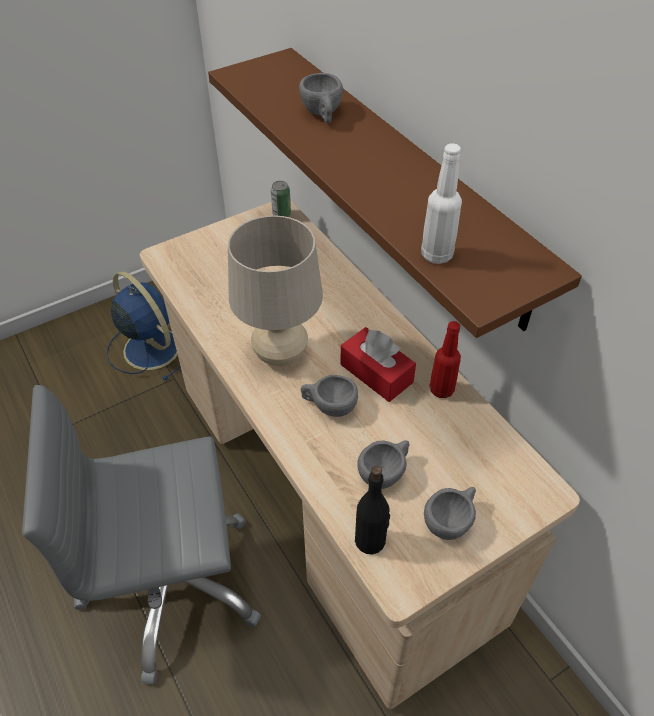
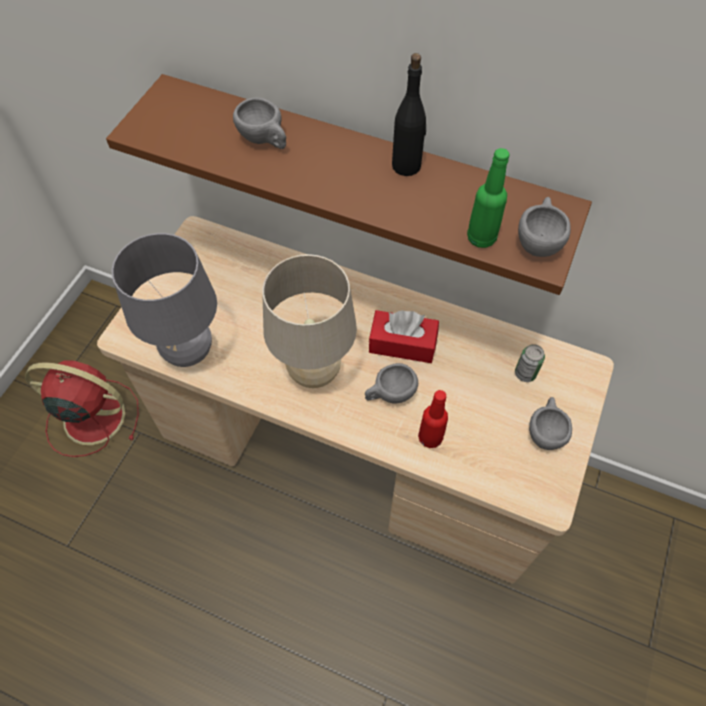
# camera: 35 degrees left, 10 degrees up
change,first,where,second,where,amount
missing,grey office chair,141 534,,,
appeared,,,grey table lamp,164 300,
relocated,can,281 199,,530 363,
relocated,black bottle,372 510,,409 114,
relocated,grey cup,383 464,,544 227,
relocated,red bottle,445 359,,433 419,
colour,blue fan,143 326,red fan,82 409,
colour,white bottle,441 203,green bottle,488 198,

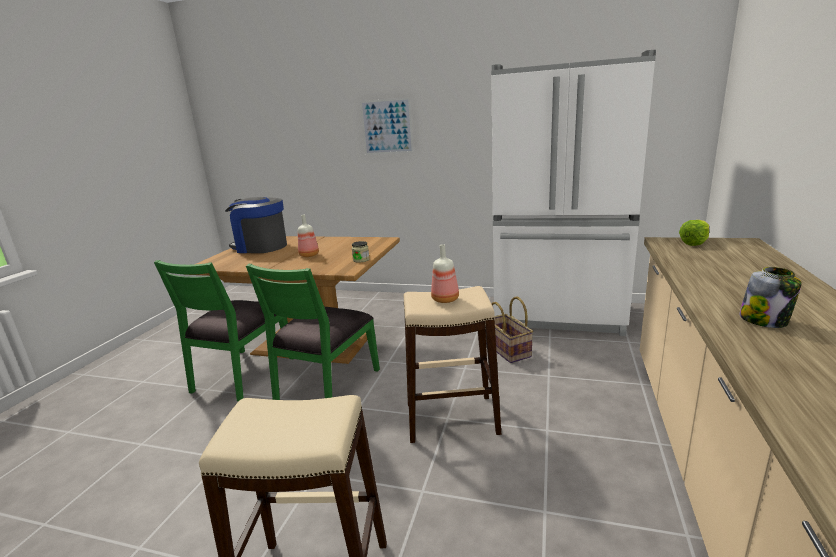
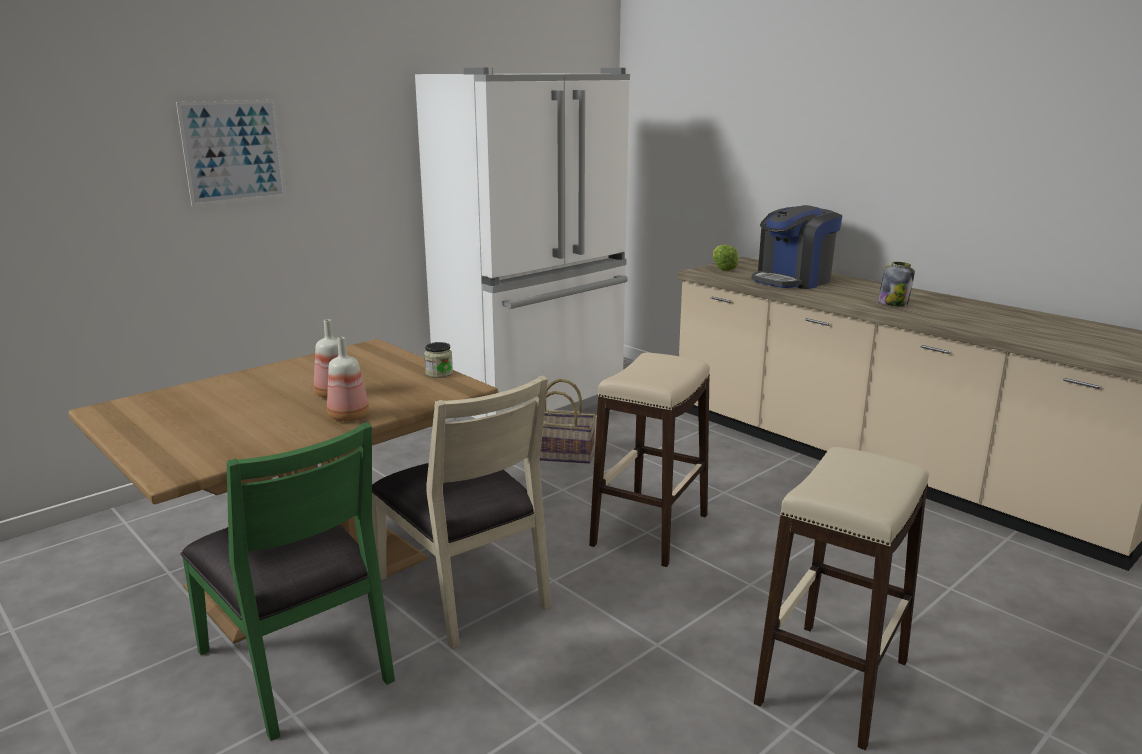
# camera: 60 degrees left, 0 degrees up
change,first,where,second,where,amount
relocated,coffee machine,256 225,,796 247,
relocated,bottle,445 273,,348 379,
colour,green chair,313 332,beige chair,461 512,

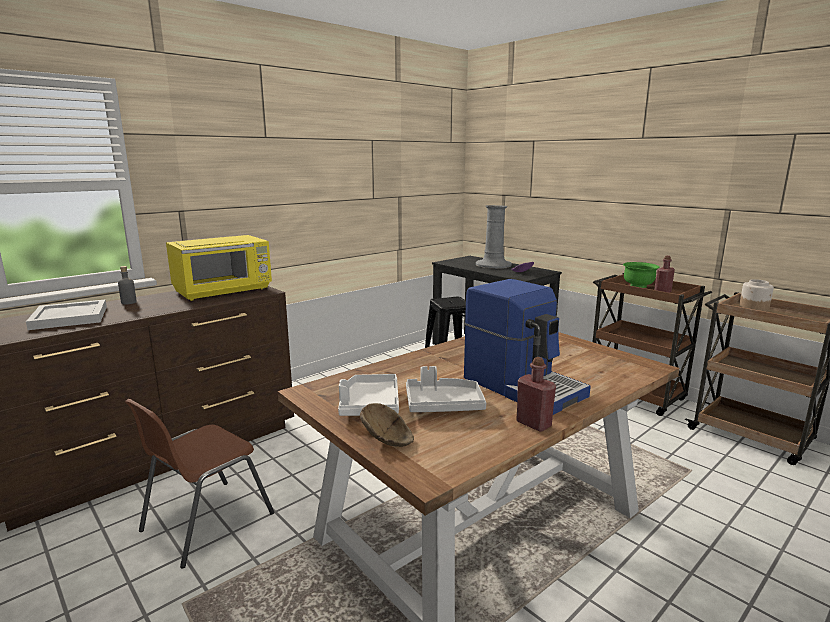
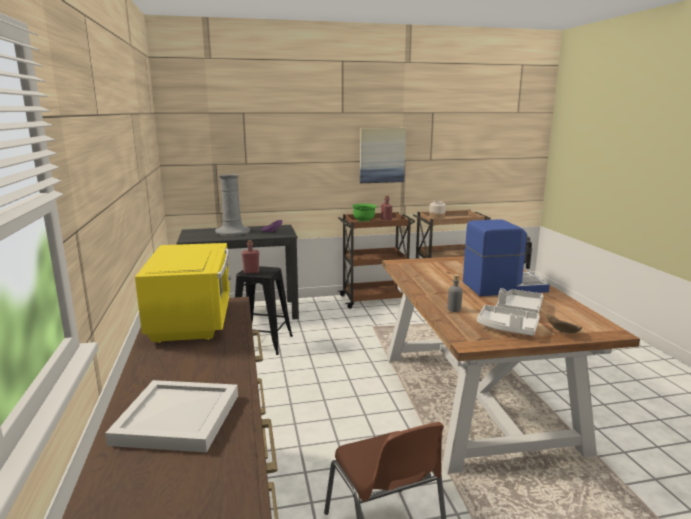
# camera: 60 degrees left, 0 degrees up
change,first,where,second,where,amount
appeared,,,picture,383 155,
relocated,grey bottle,127 285,,454 293,
relocated,red bottle,536 394,,250 257,

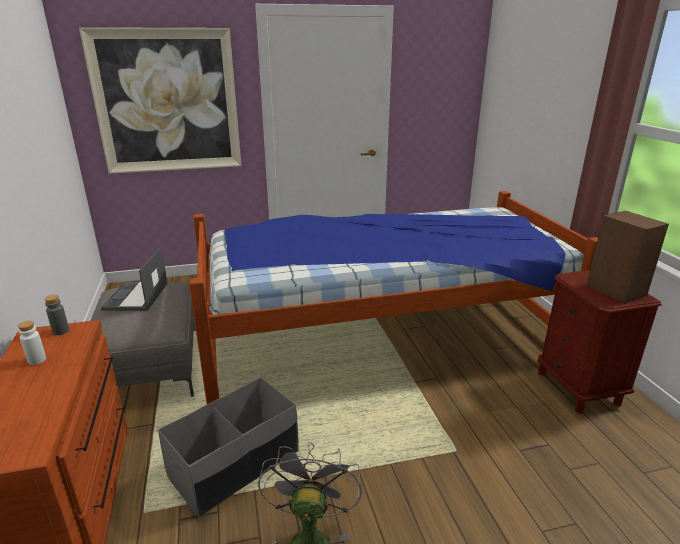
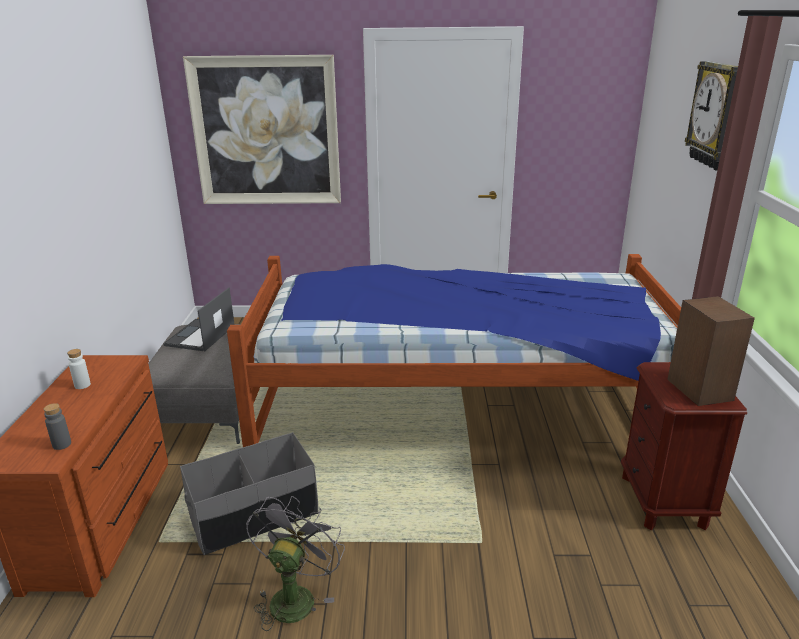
# camera: 15 degrees right, 0 degrees up
change,first,where,second,where,amount
appeared,,,wall clock,711 116,
relocated,grey bottle,57 315,,57 426,

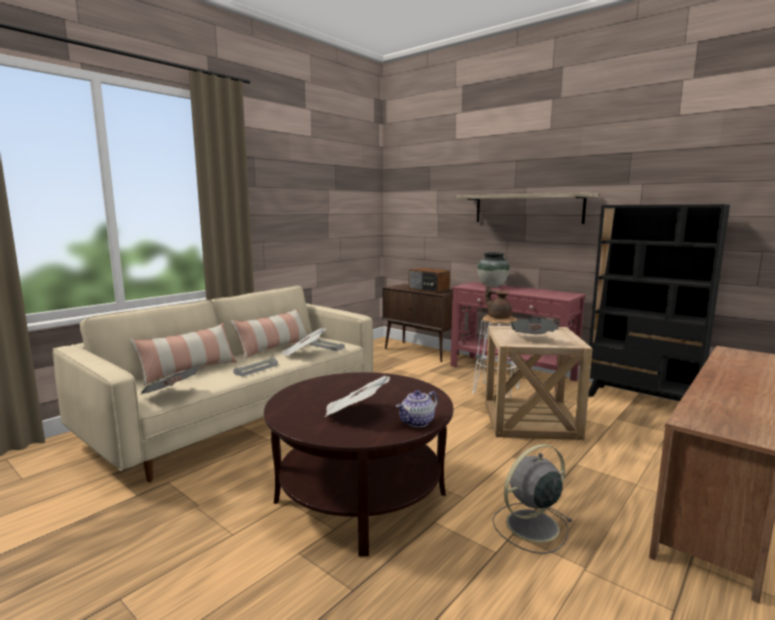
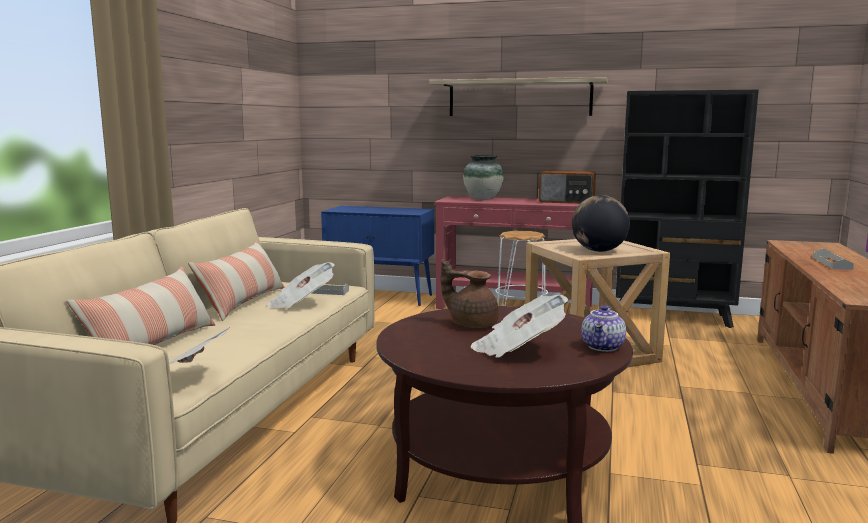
# camera: 25 degrees left, 0 degrees up
change,first,where,second,where,amount
missing,grey fan,532 499,,,
relocated,grey tray,255 367,,833 259,
relocated,radio,429 280,,567 187,
relocated,brown teapot,498 301,,470 293,
exchanged,newspaper,534 326,globe,601 223,
colour,brown cabinet,423 323,blue cabinet,377 256,

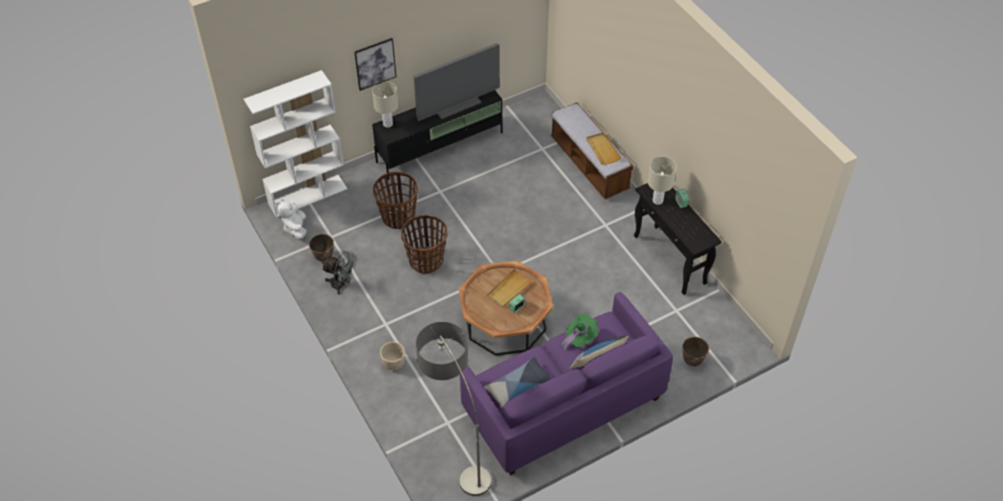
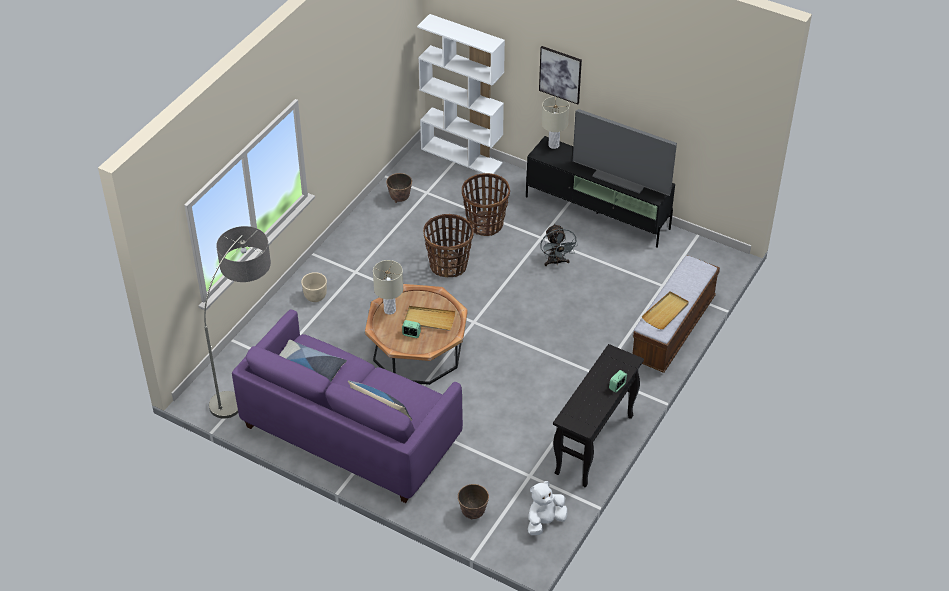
# camera: 60 degrees right, 5 degrees down
change,first,where,second,where,amount
missing,green hat,580 332,,,
relocated,white plush toy,292 219,,547 508,
relocated,grey fan,339 272,,559 245,
relocated,beige table lamp,662 181,,388 287,

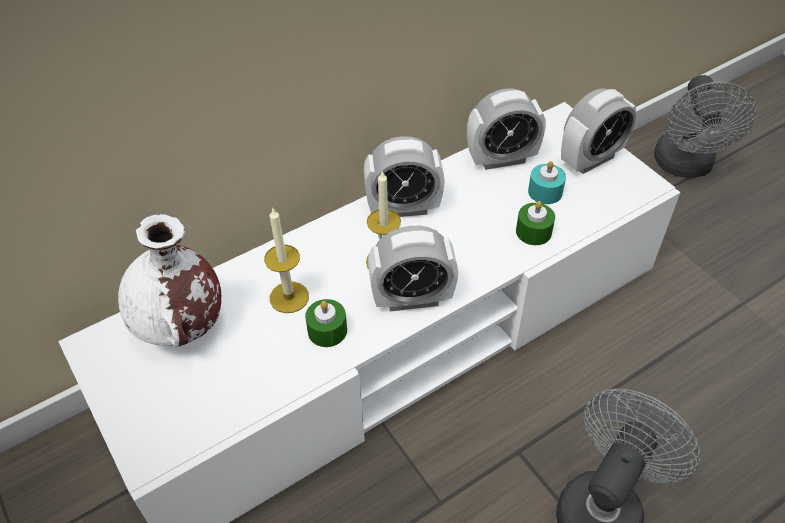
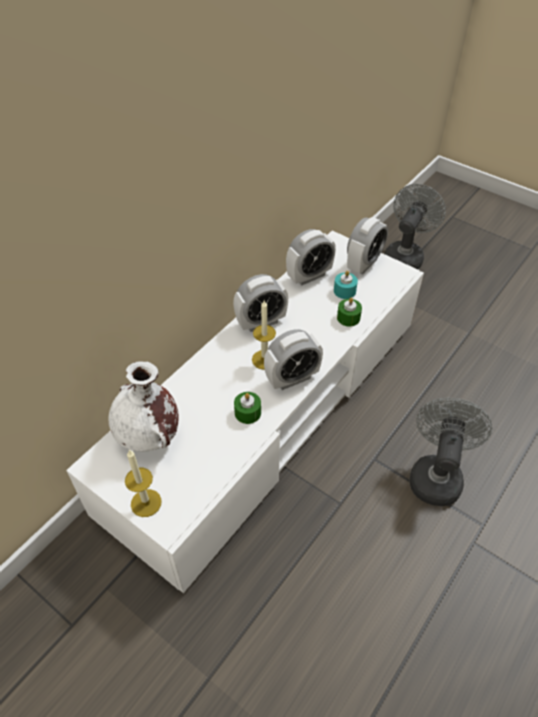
# camera: 20 degrees left, 0 degrees up
change,first,where,second,where,amount
relocated,candle,286 260,,143 483,
spun,grey fan,705 126,,415 226,135 degrees counterclockwise

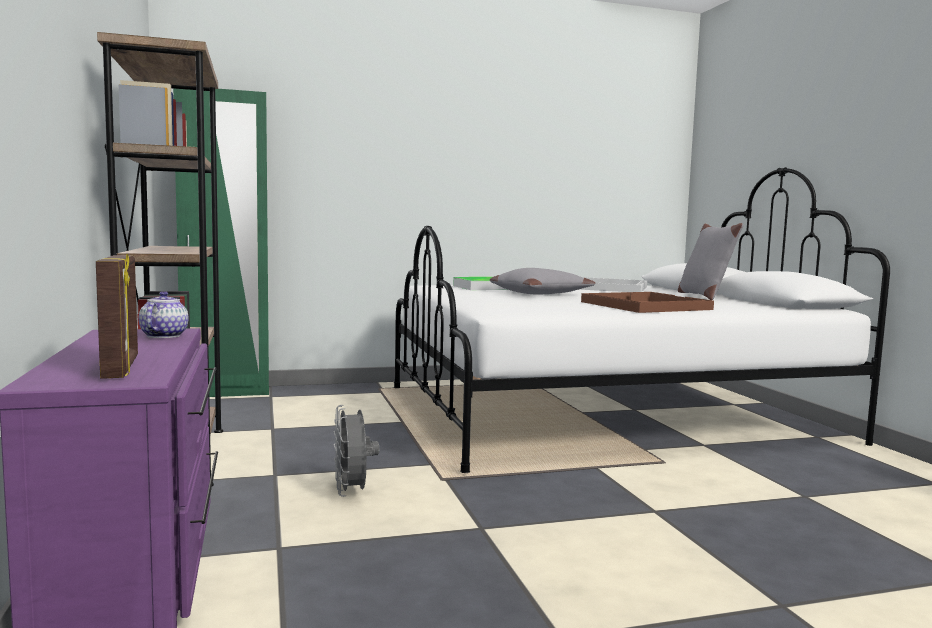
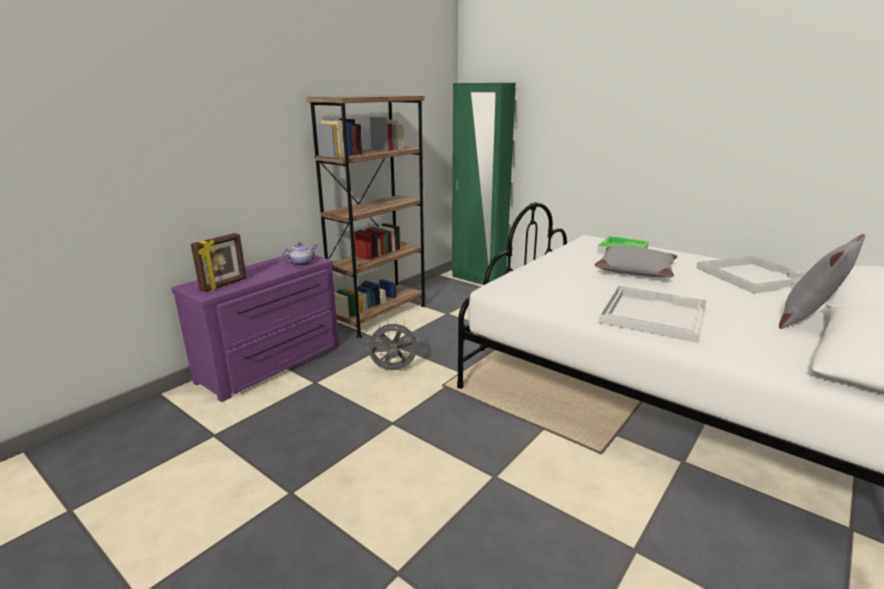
# camera: 55 degrees right, 15 degrees up
change,first,where,second,where,amount
colour,brown tray,647 302,white tray,653 314,
spun,grey fan,356 451,,392 345,45 degrees clockwise

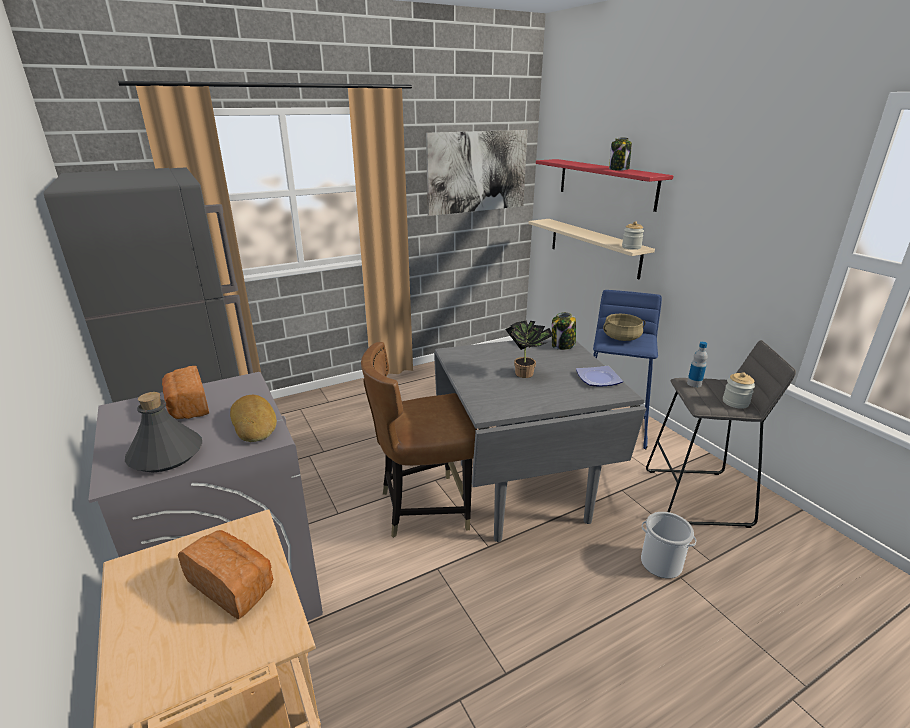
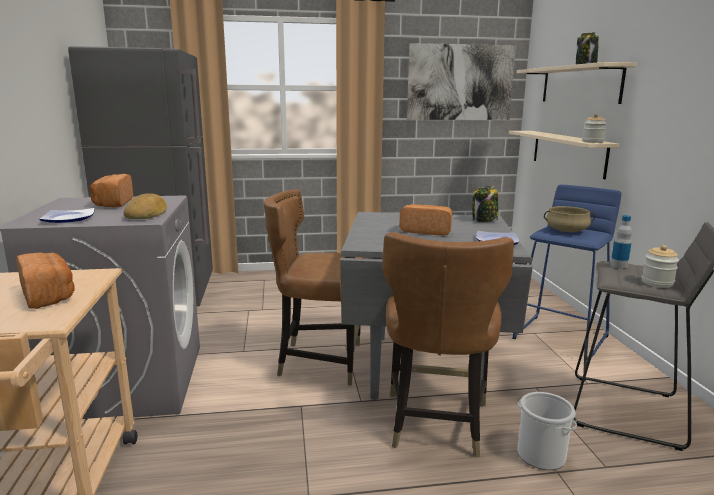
# camera: 20 degrees right, 10 degrees down
change,first,where,second,where,amount
appeared,,,brown chair,448 345,
exchanged,grey bottle,163 432,plate,66 215,
exchanged,potted plant,529 349,bread,425 220,
colour,red shelf,605 185,beige shelf,577 83,

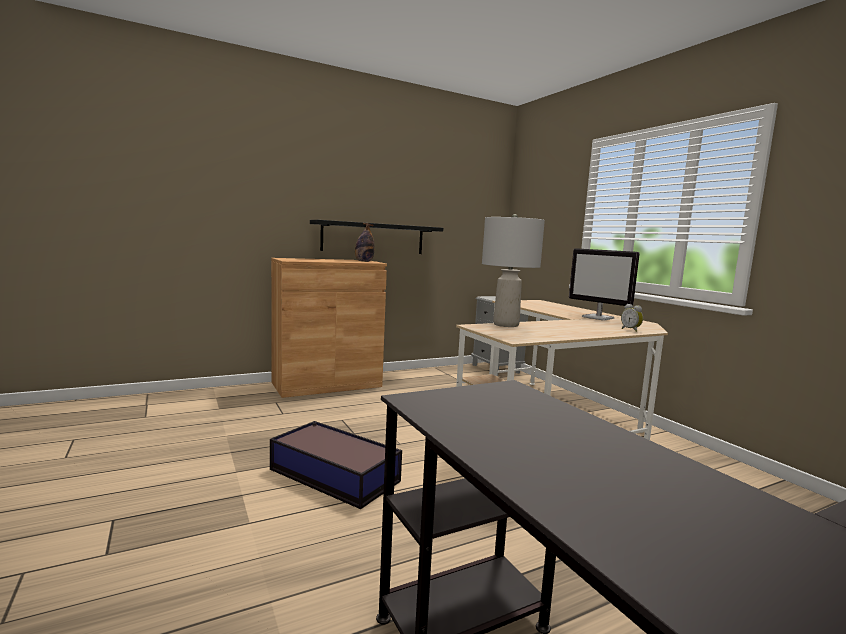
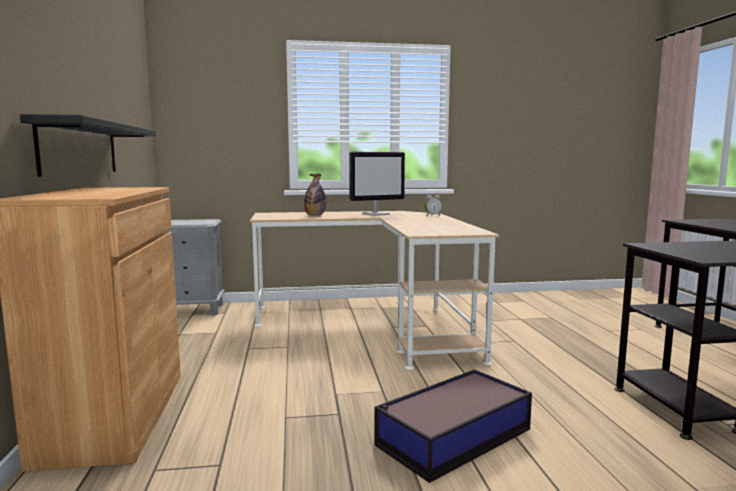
# camera: 70 degrees left, 0 degrees up
change,first,where,second,where,amount
missing,grey table lamp,513 270,,,
relocated,bottle,365 242,,315 195,

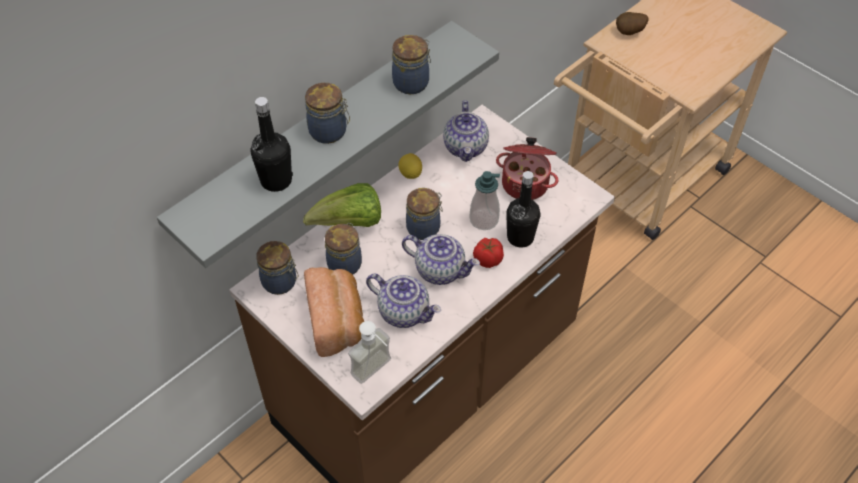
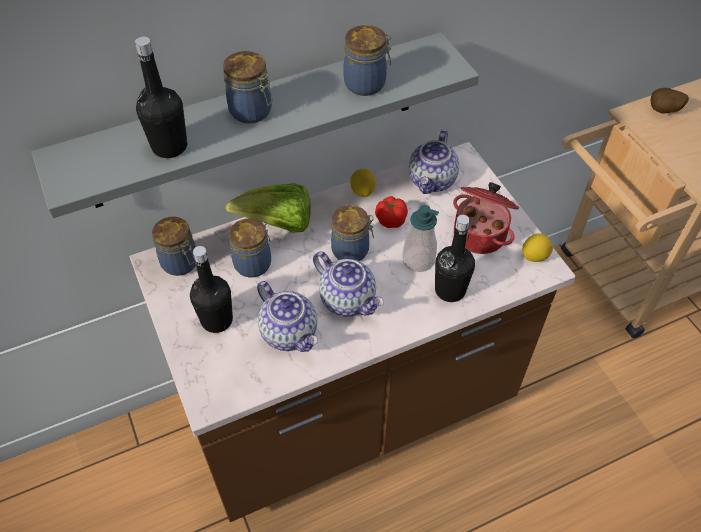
# camera: 20 degrees right, 0 degrees up
change,first,where,second,where,amount
missing,soap dispenser,369 352,,,
appeared,,,lemon,537 248,
relocated,tomato,488 253,,391 212,
exchanged,bread,334 312,black bottle,211 289,

